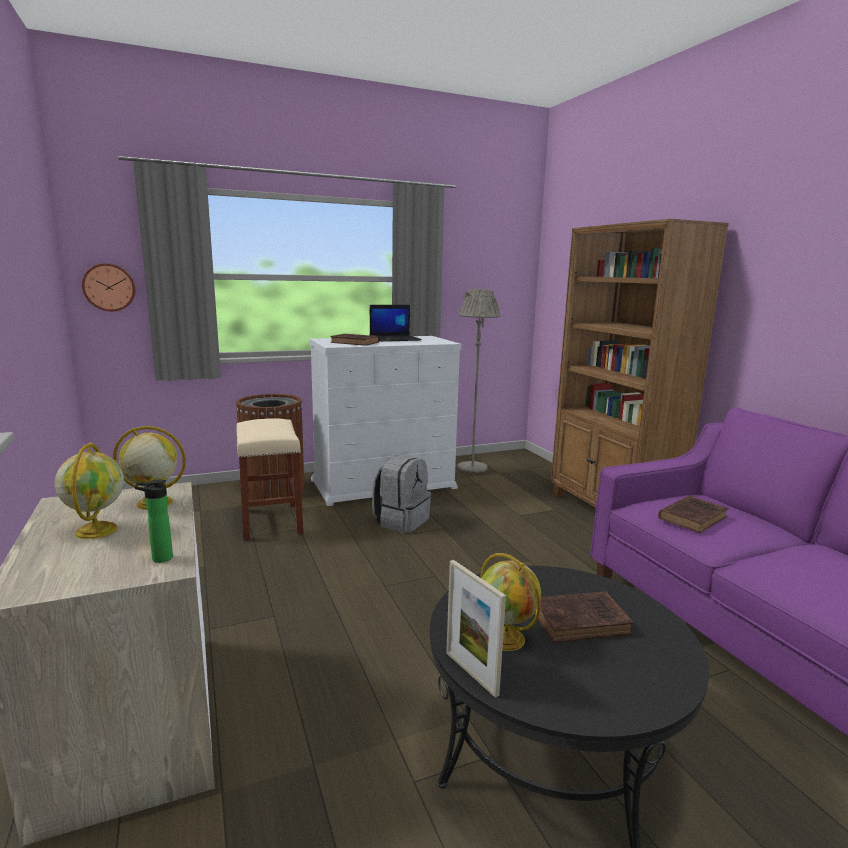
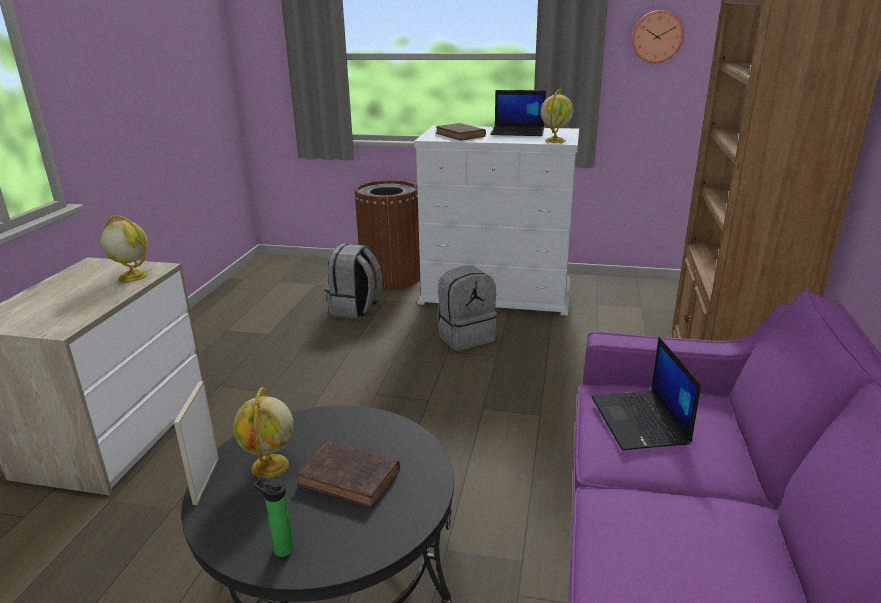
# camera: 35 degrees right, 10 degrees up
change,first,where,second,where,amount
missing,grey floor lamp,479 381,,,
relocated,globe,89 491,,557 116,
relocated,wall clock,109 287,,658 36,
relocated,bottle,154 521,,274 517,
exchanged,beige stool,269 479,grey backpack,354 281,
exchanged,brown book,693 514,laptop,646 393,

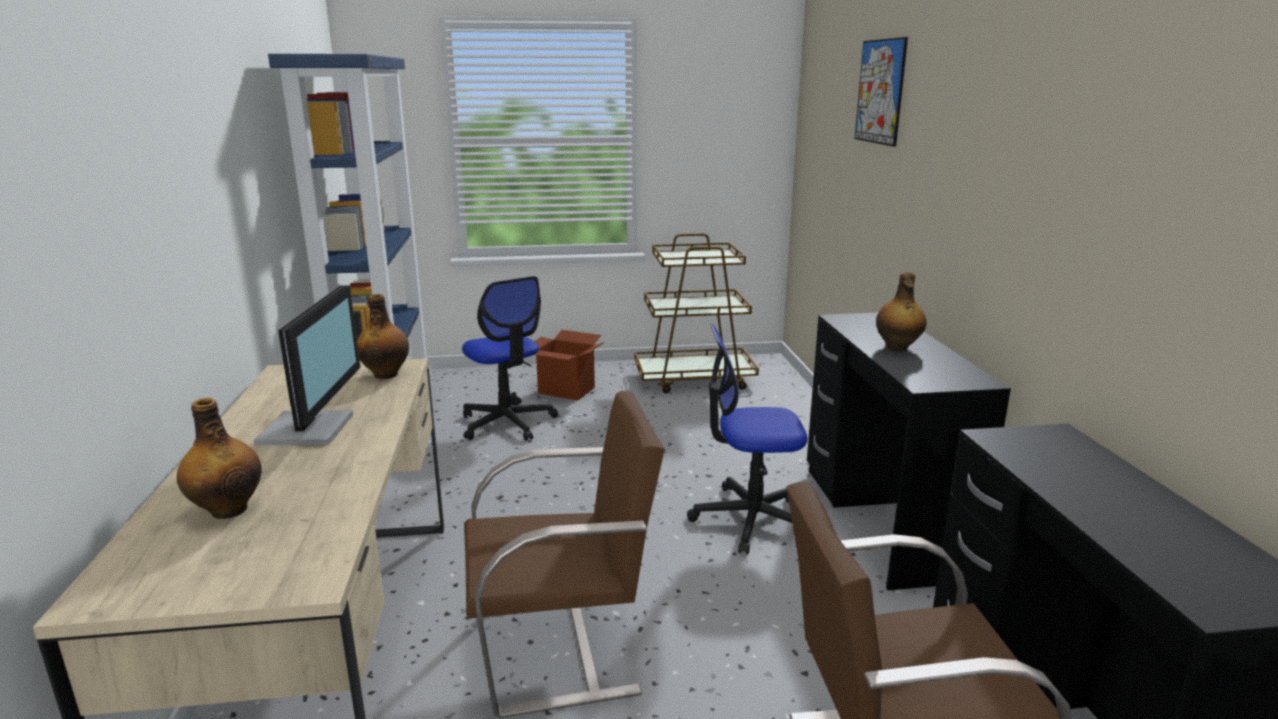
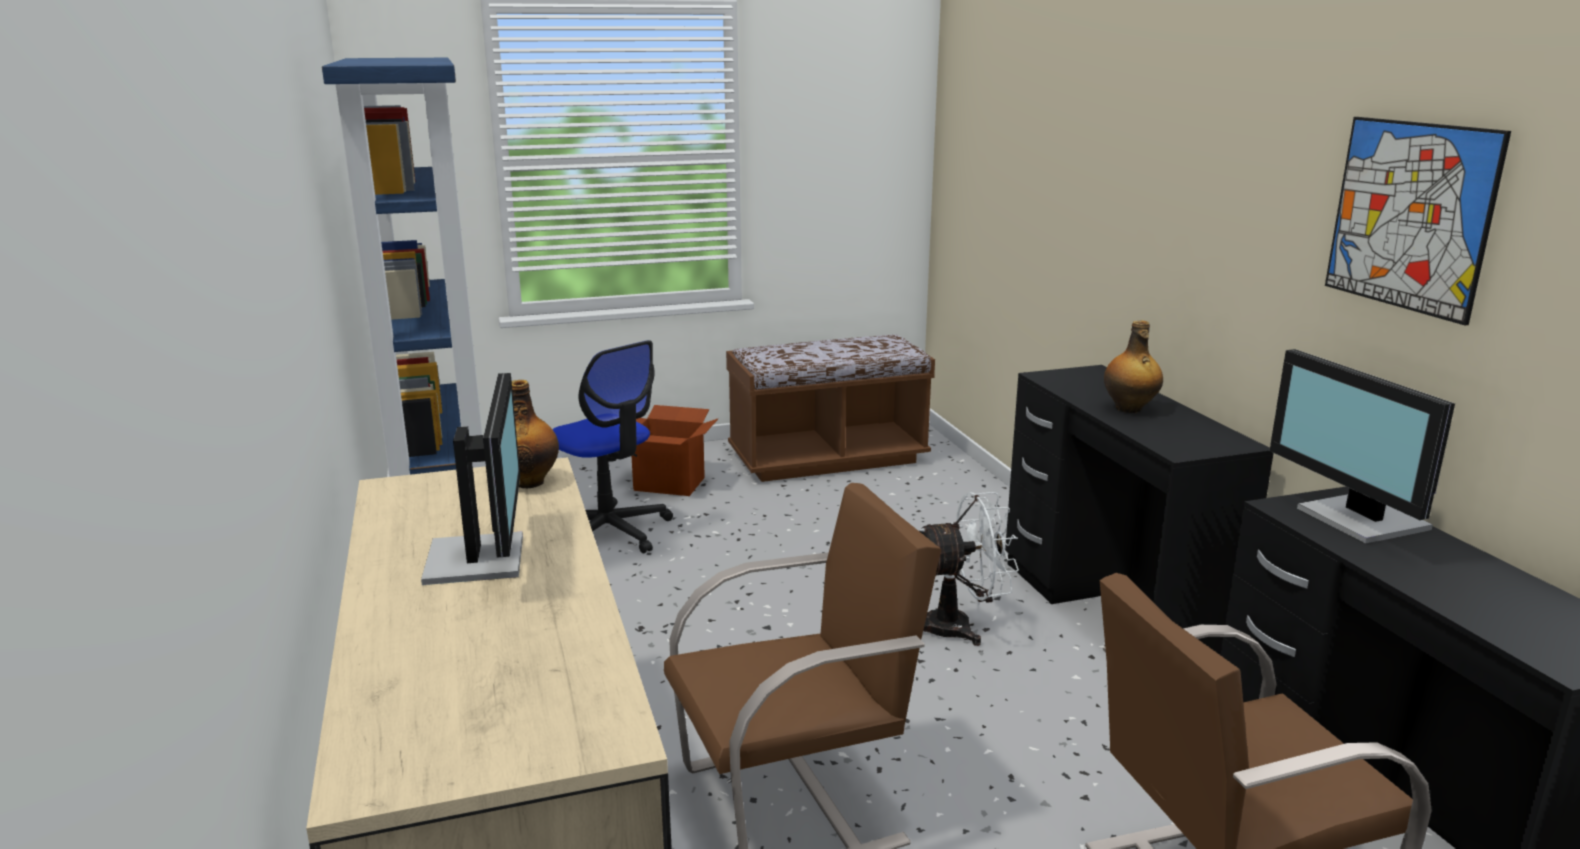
# camera: 10 degrees left, 0 degrees up
change,first,where,second,where,amount
missing,bottle,219 458,,,
appeared,,,monitor,1362 446,
relocated,picture,881 92,,1418 221,
exchanged,brown cart,696 313,brown bench,830 408,
exchanged,office chair,747 439,white fan,969 569,

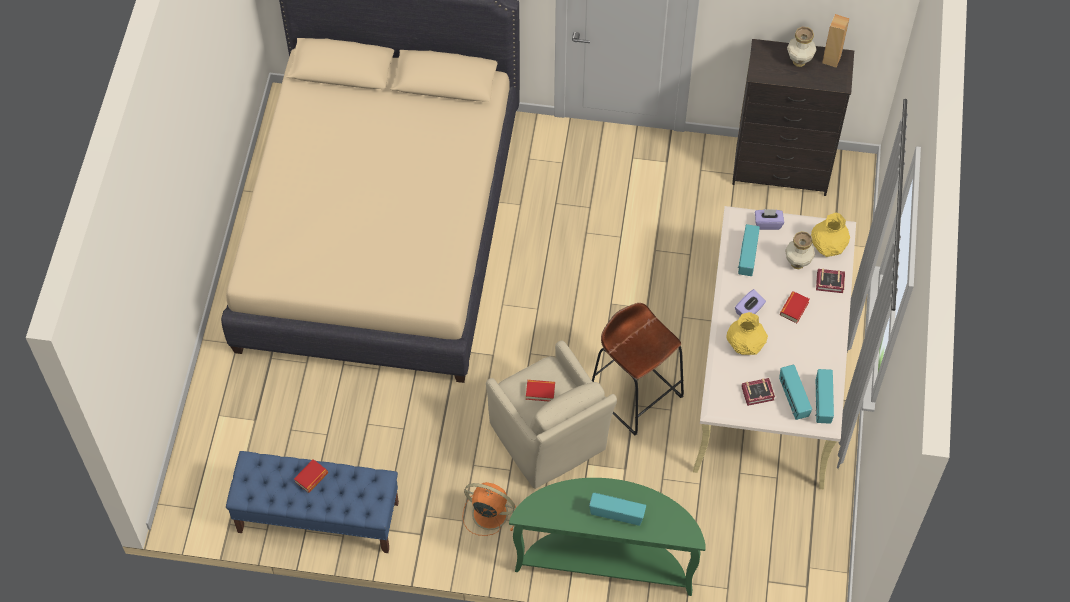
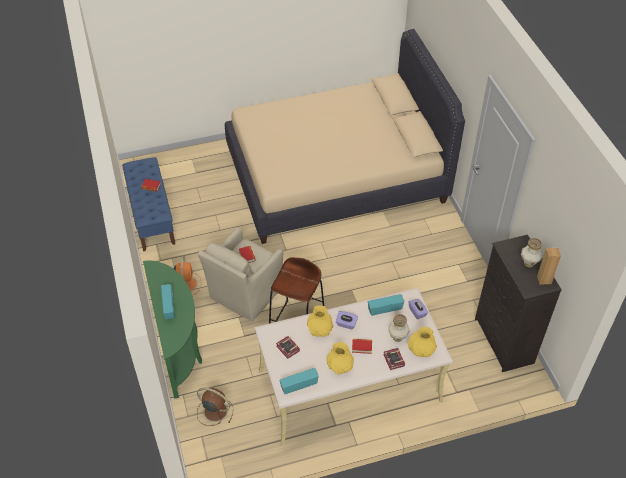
# camera: 65 degrees right, 10 degrees down
change,first,where,second,where,amount
missing,radio,795 392,,,
appeared,,,brown fan,215 407,
appeared,,,yellow vase,340 358,

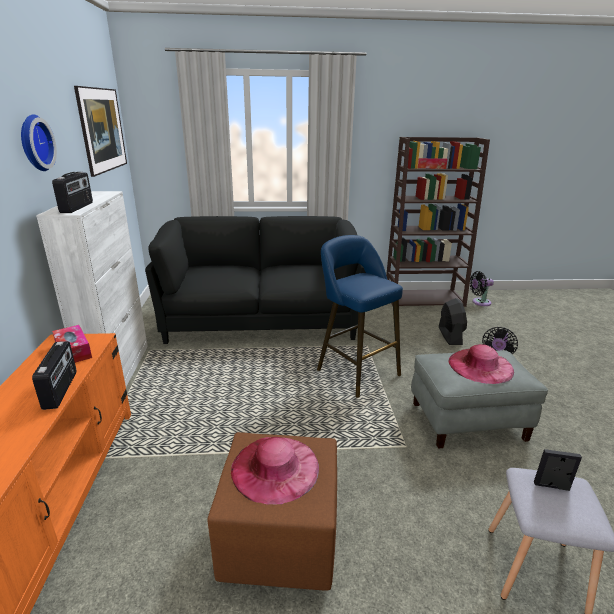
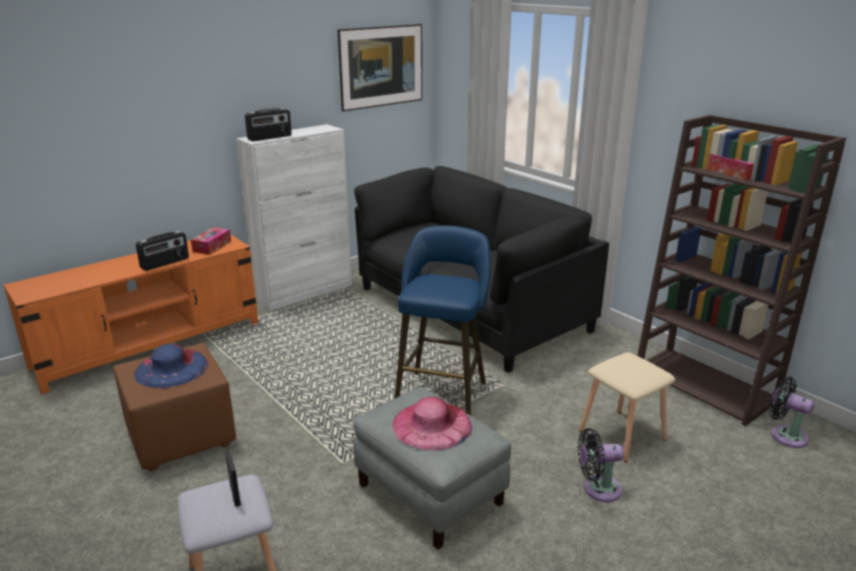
# camera: 55 degrees right, 0 degrees up
change,first,where,second,where,amount
missing,wall clock,39 143,,,
exchanged,black fan,453 321,beige stool,627 407,
colour,pink hat,275 470,blue hat,171 366,

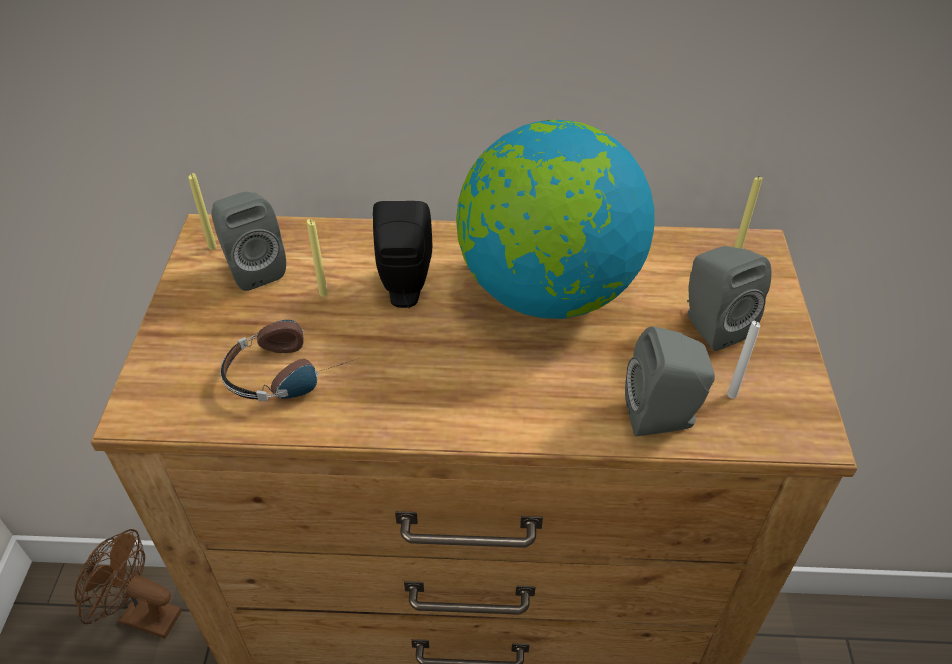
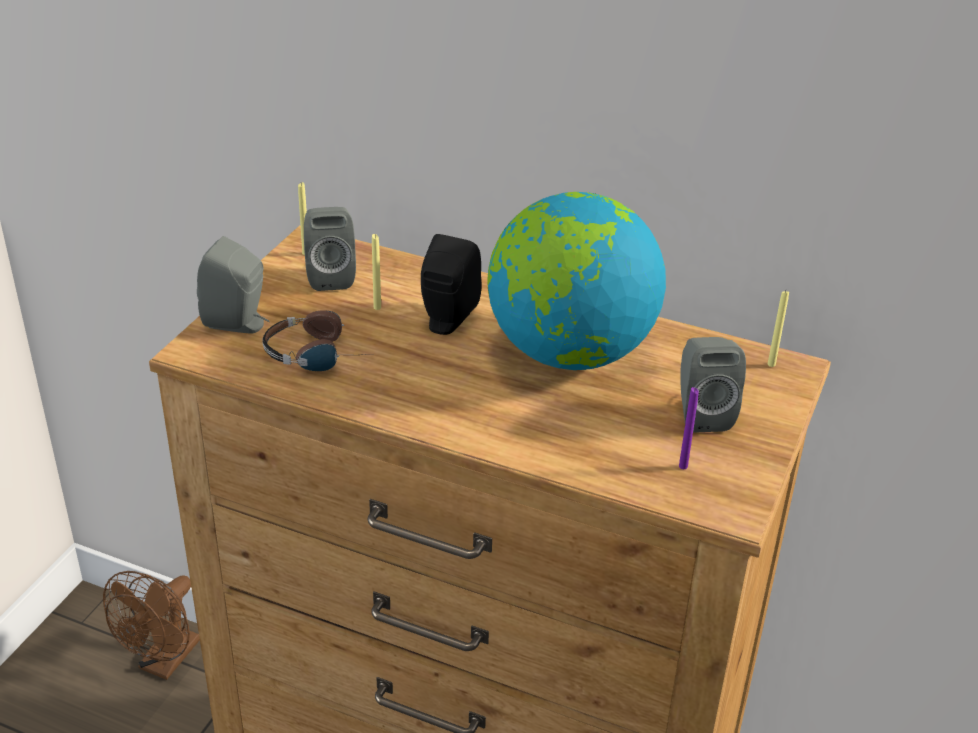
# camera: 20 degrees right, 10 degrees down
change,first,where,second,where,amount
relocated,grey speaker,670 381,,233 284,
colour,white candle,743 359,purple candle,689 428,
spun,brown fan,128 584,,151 625,105 degrees counterclockwise

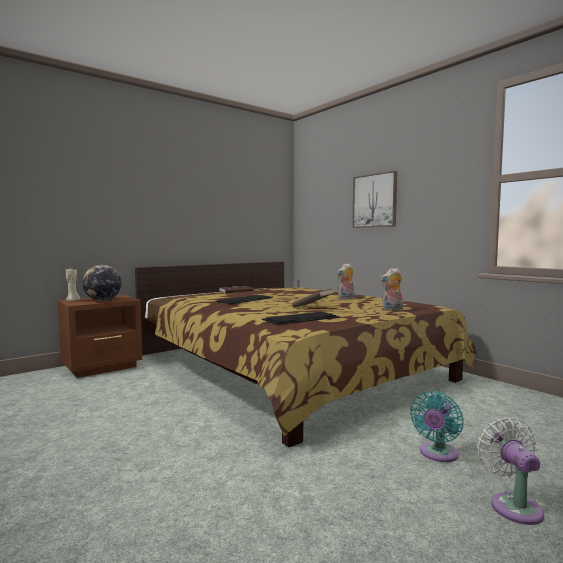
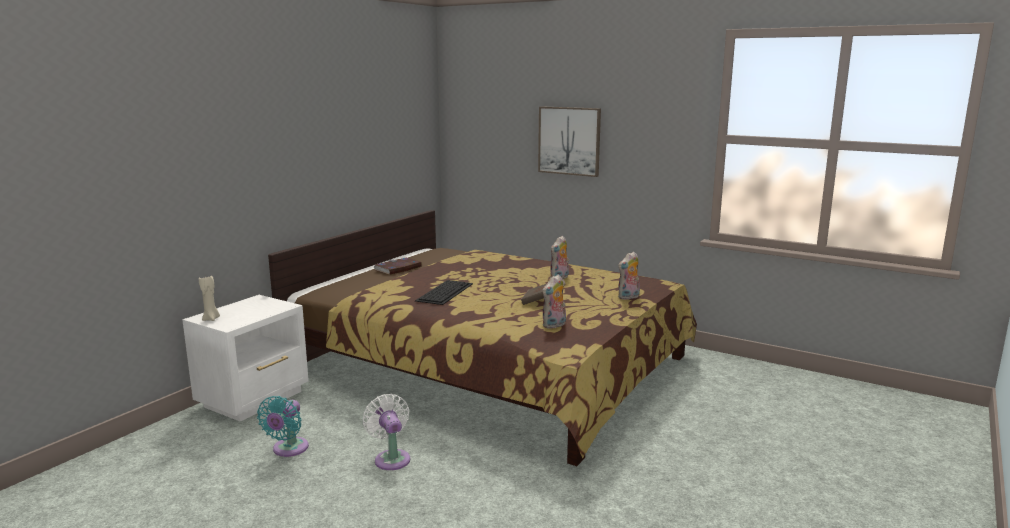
# camera: 20 degrees left, 10 degrees up
change,first,where,second,where,amount
missing,globe,101 283,,,
relocated,turquoise fan,437 426,,283 426,
relocated,white fan,510 471,,386 432,
exchanged,keyboard,301 318,plush toy,554 301,
colour,brown nightstand,100 336,white nightstand,245 358,

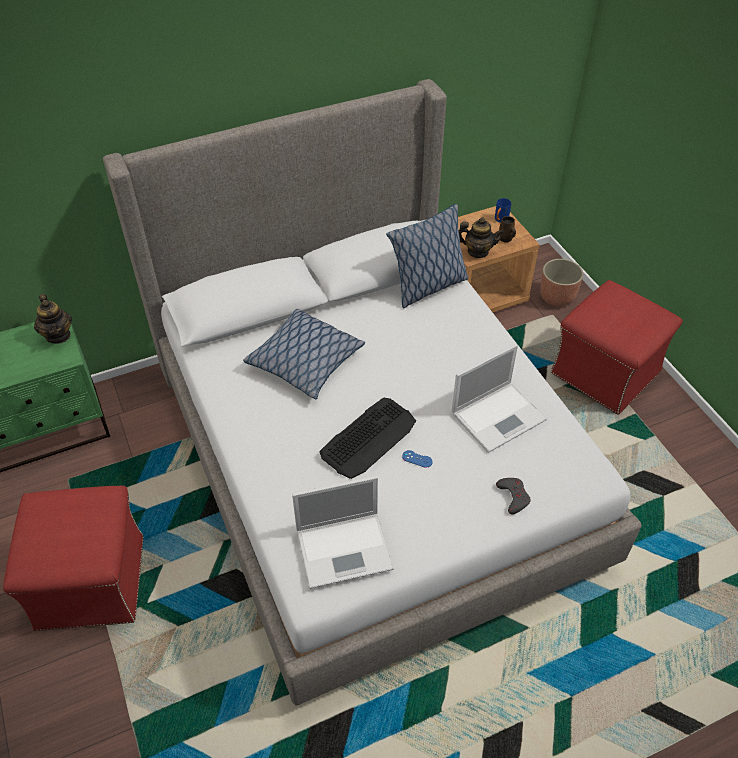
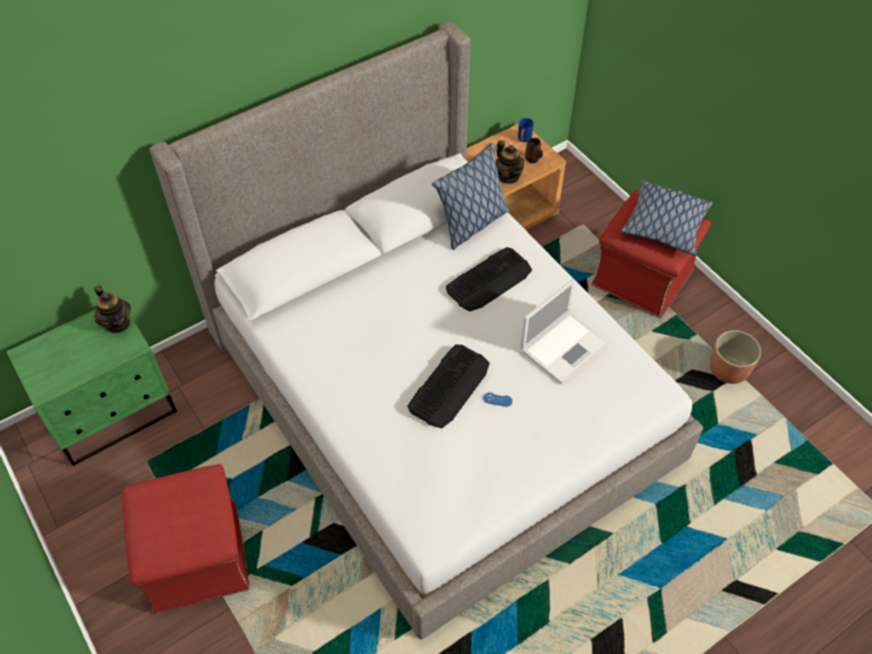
# camera: 10 degrees left, 5 degrees up
change,first,where,second,where,amount
missing,laptop,343 532,,,
missing,grey game controller,513 496,,,
appeared,,,keyboard,489 279,
relocated,pillow,304 354,,667 218,
relocated,planter,561 283,,735 357,
spun,teapot,481 237,,510 162,60 degrees clockwise

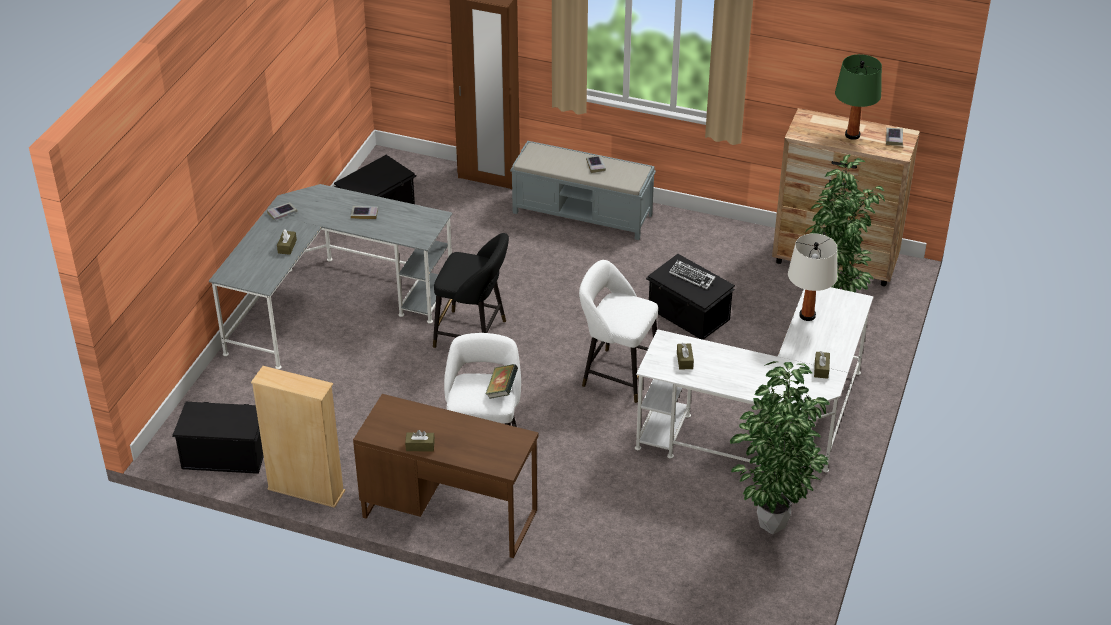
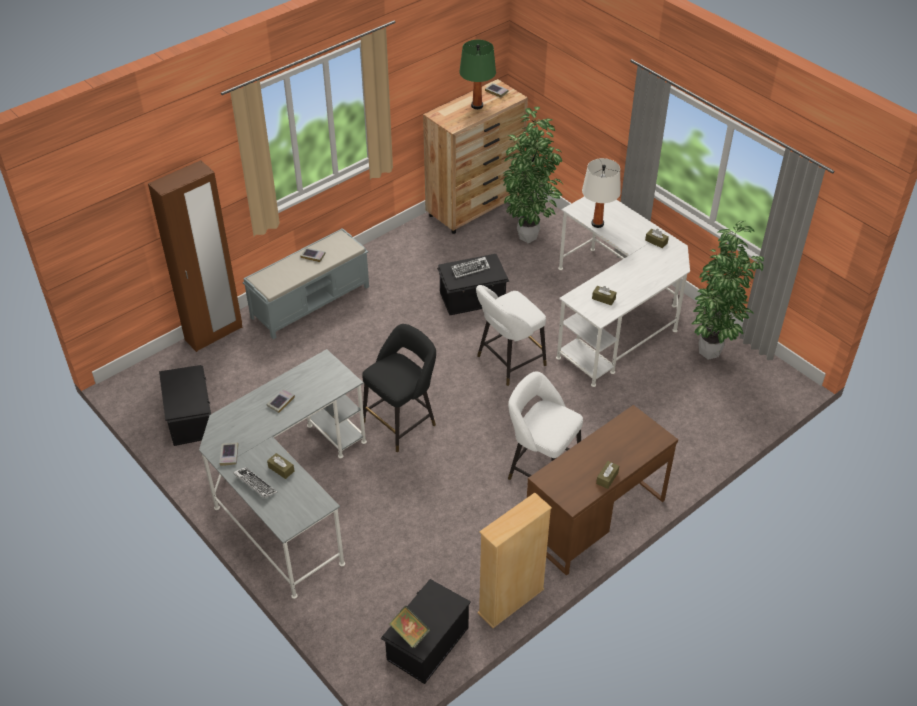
# camera: 60 degrees left, 5 degrees up
change,first,where,second,where,amount
appeared,,,keyboard,255 482,
relocated,book,502 381,,410 627,

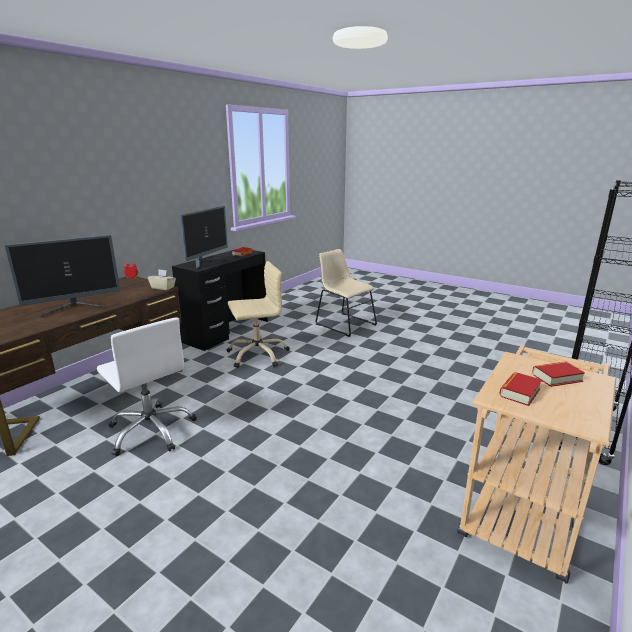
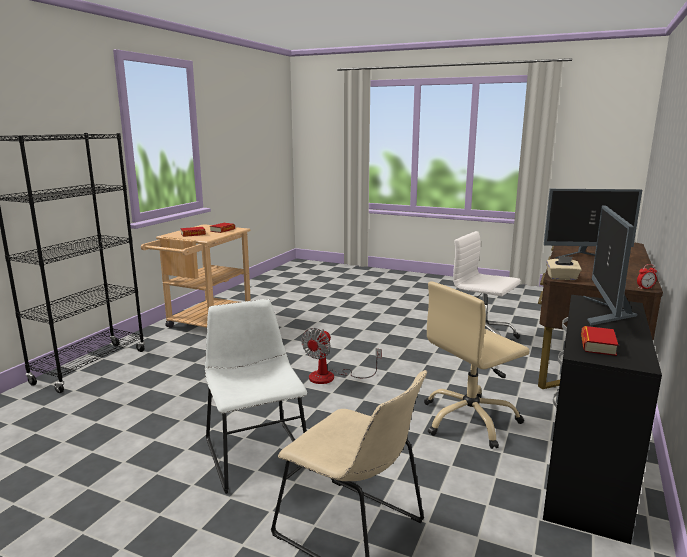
# camera: 170 degrees right, 5 degrees down
change,first,where,second,where,amount
appeared,,,white chair,258 396,
appeared,,,fan,341 356,
spun,monitor,62 276,,593 224,135 degrees counterclockwise

